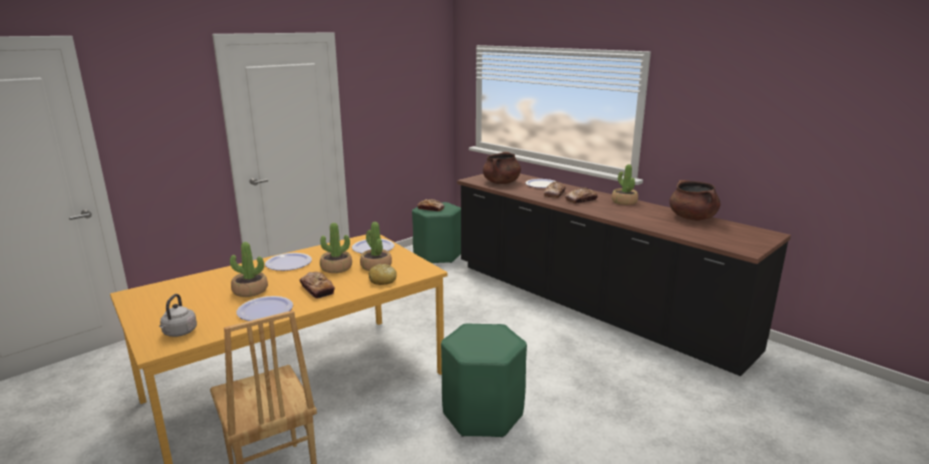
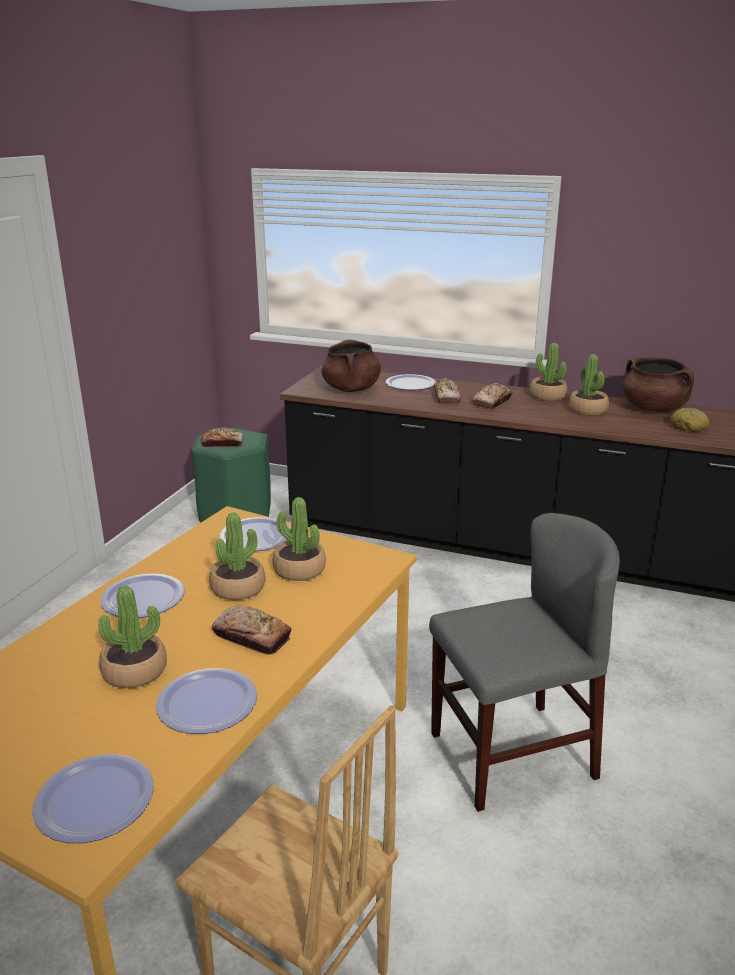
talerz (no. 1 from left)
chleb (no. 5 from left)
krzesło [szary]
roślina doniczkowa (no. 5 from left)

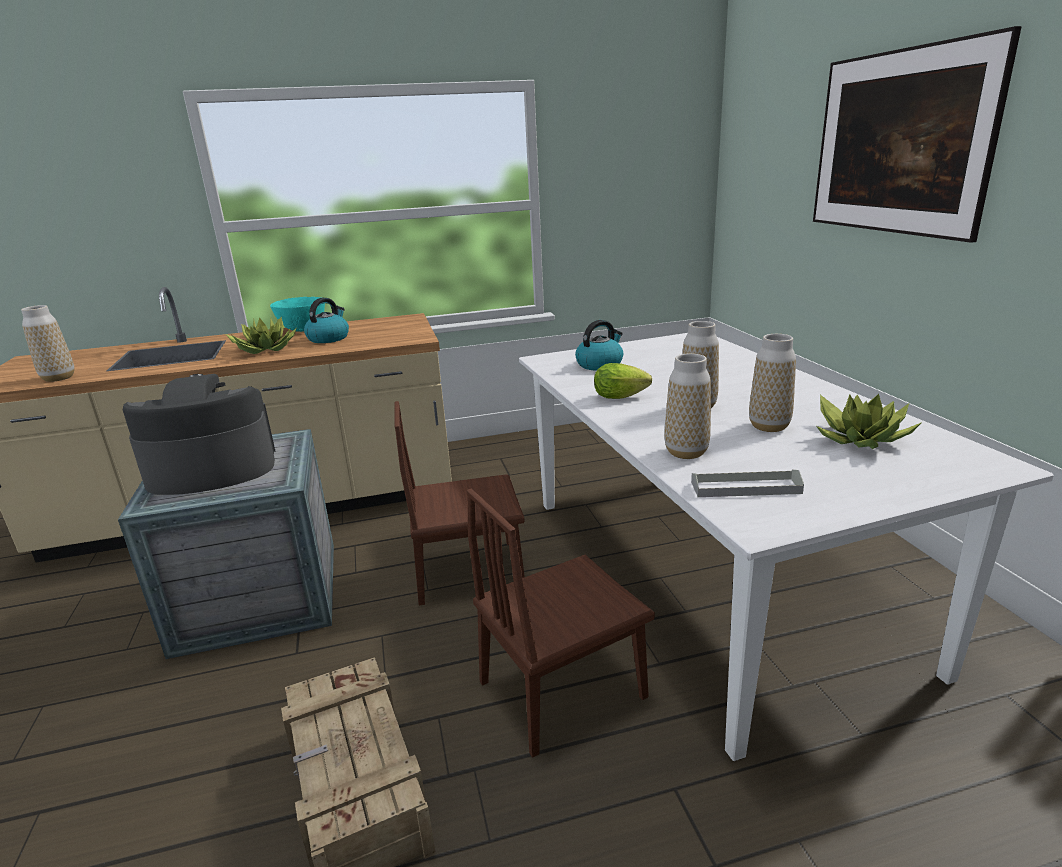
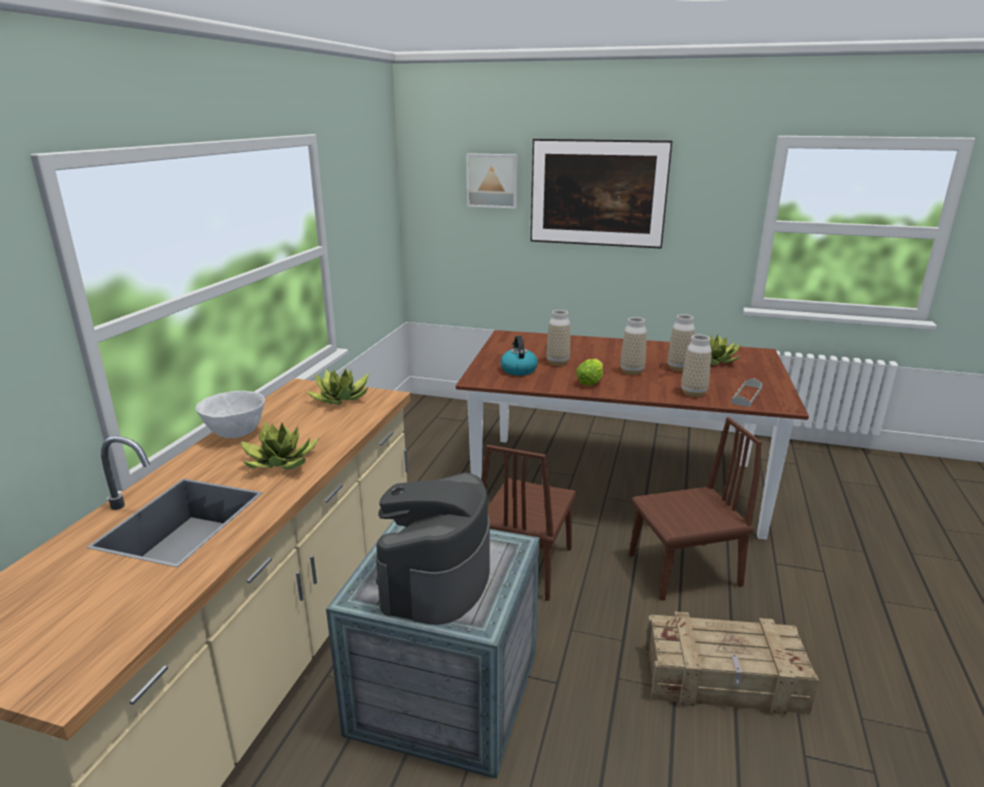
wazon (no. 1 from left)
miska [biały]
czajnik (no. 1 from left in the first image)
krzesło [brązowy] (no. 2 from left)
stół jadalny [brązowy]
roślina doniczkowa (no. 2 from left)
obraz (no. 1 from left)

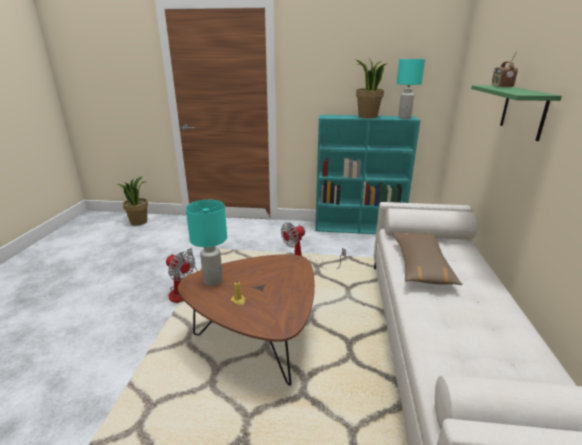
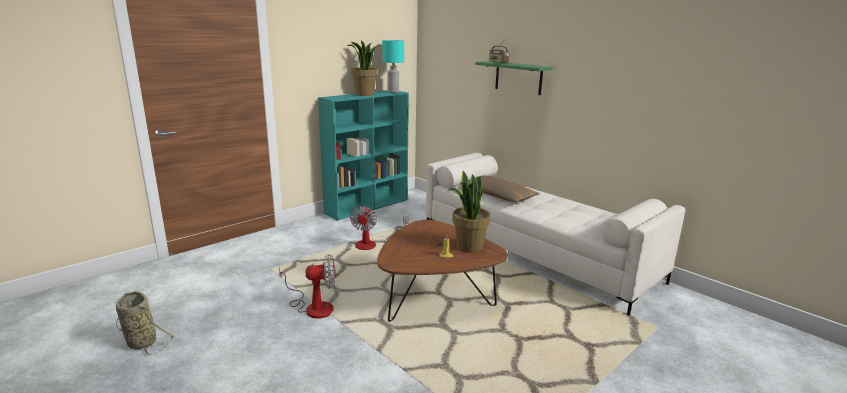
roślina doniczkowa (no. 2 from left)
lampa stołowa [turkusowy] (no. 1 from left in the first image)
koszyk

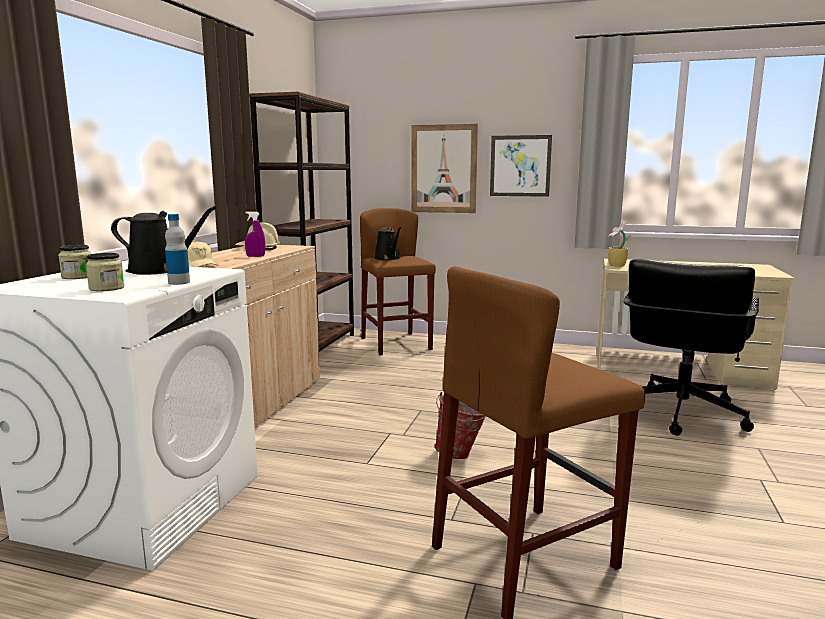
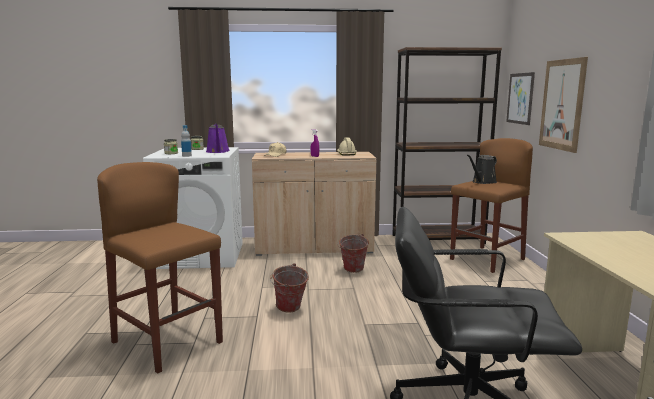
konewka [fioletowy]
obraz (no. 1 from left)
roślina doniczkowa
wiadro (no. 2 from left)

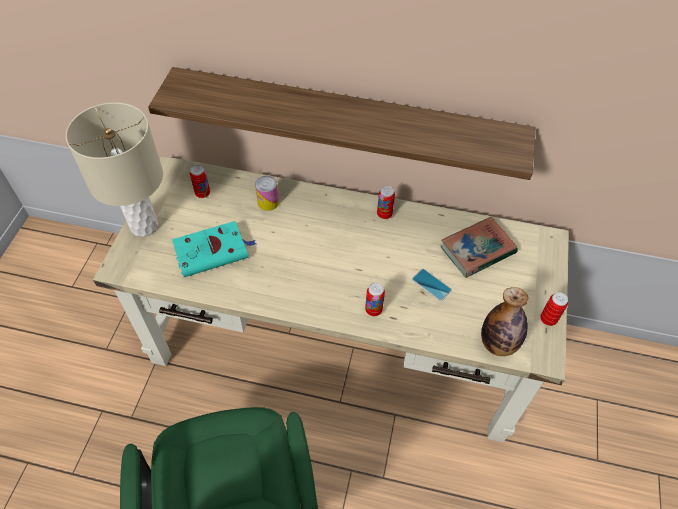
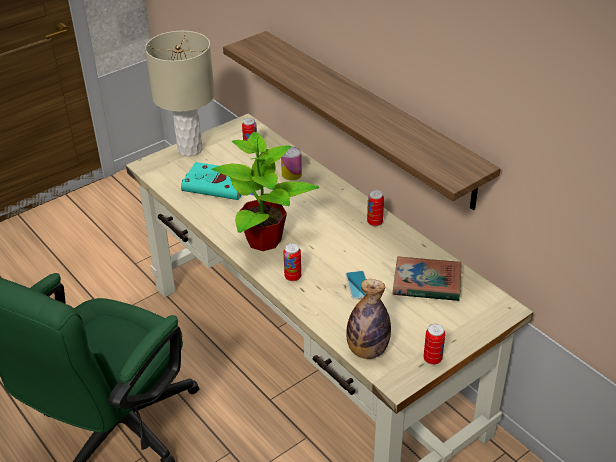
roślina doniczkowa

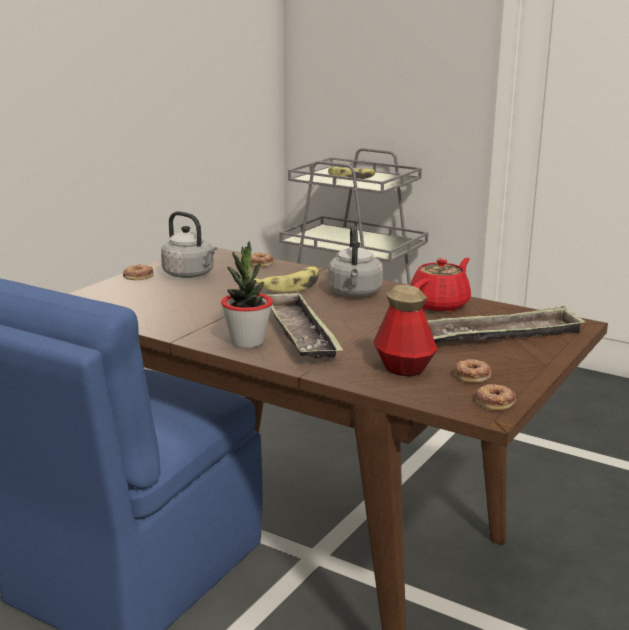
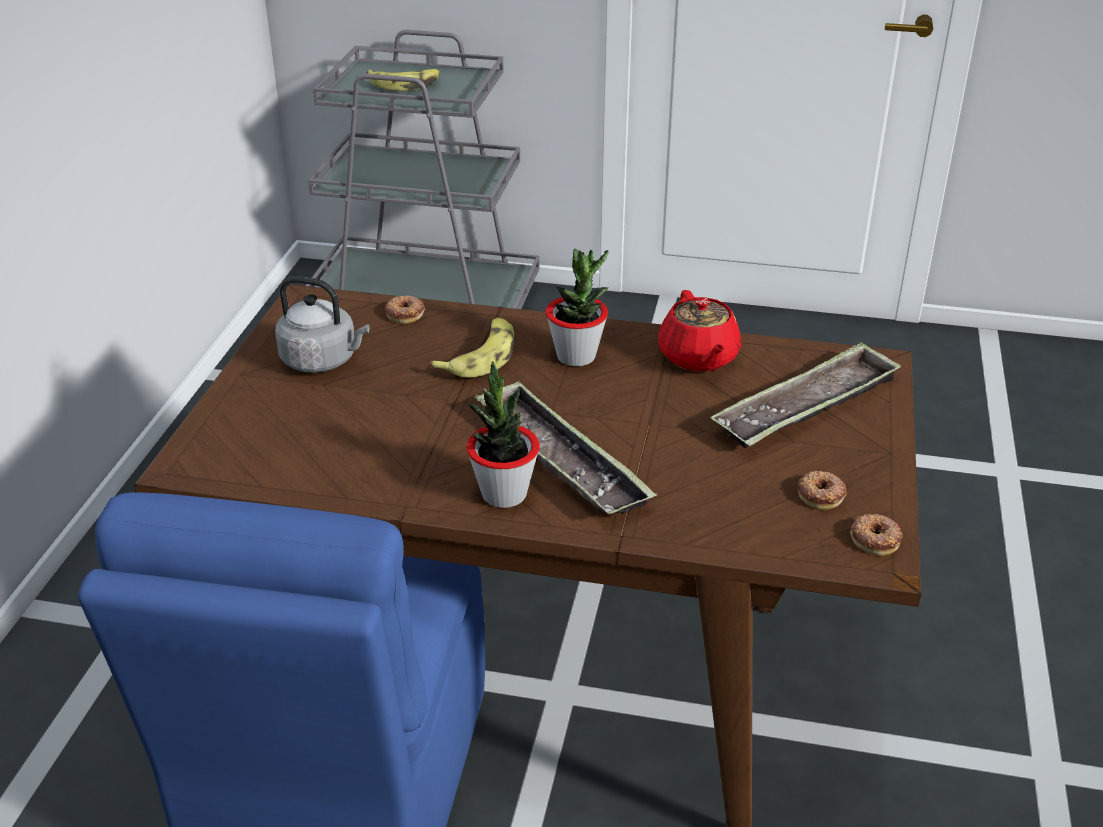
donut (no. 1 from left in the first image)
roślina doniczkowa (no. 2 from left)
butelka
imbryk [czerwony]

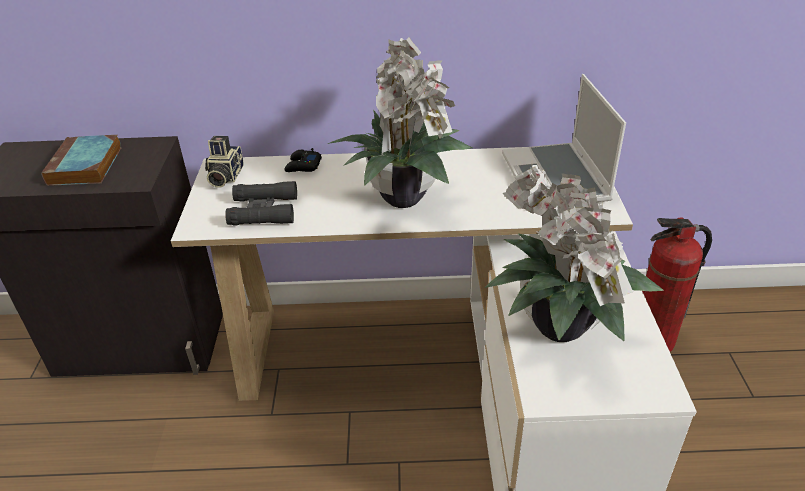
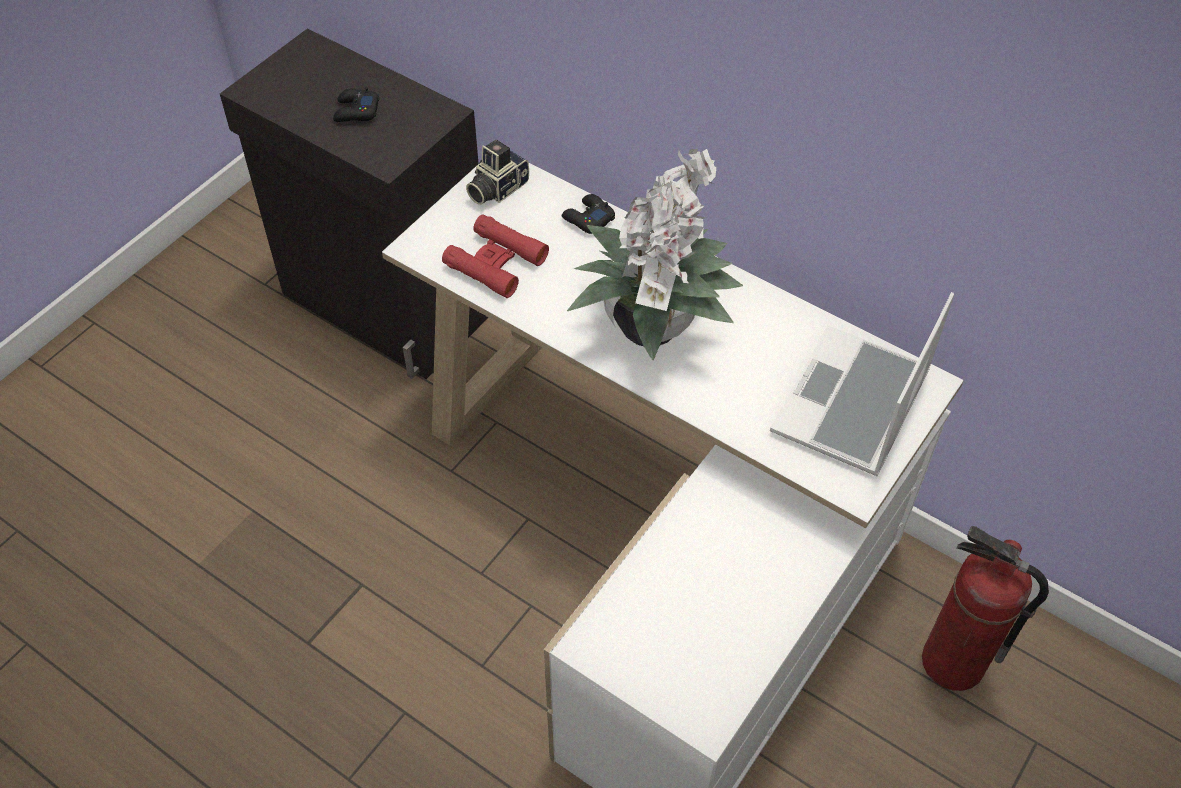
pad do gier [czarny] (no. 1 from left)
lornetka [czerwony]
roślina doniczkowa (no. 2 from left in the first image)

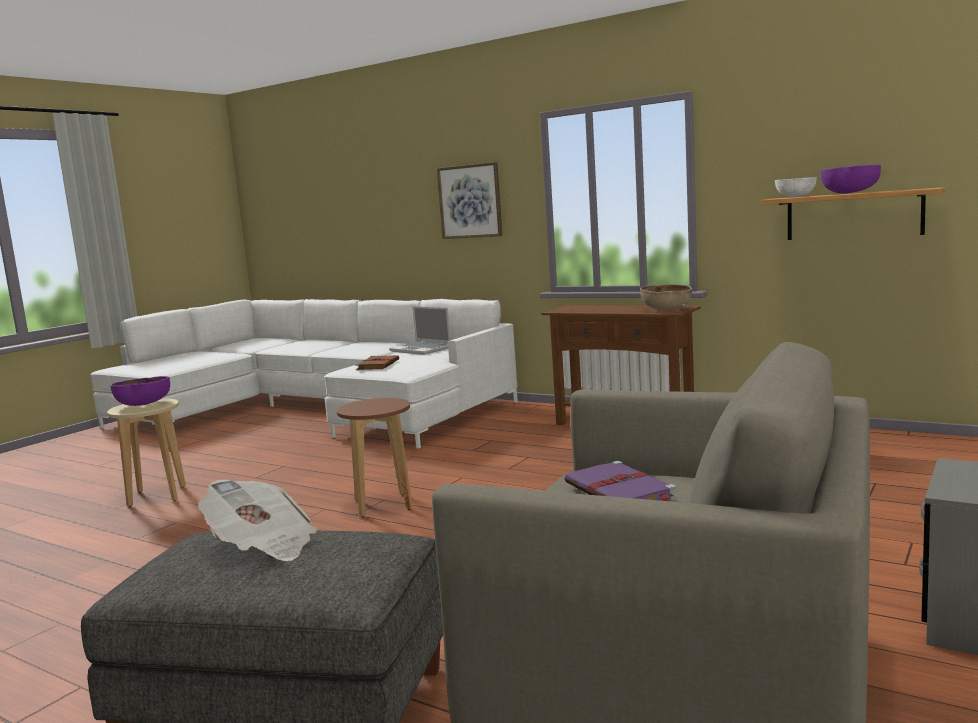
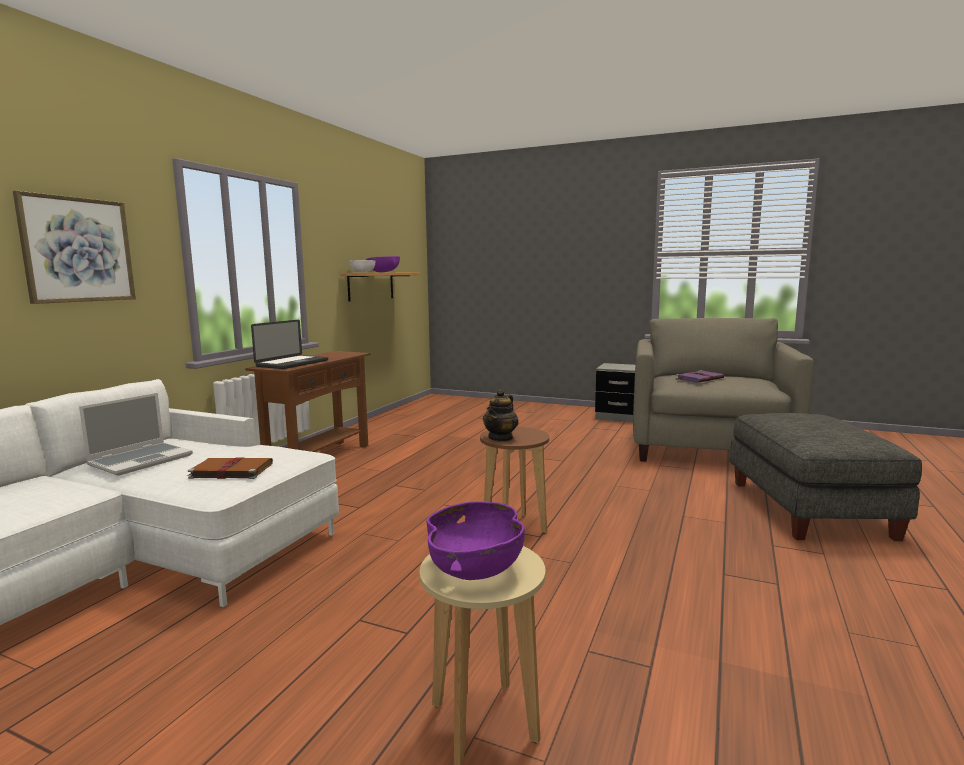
gazeta
miska [brązowy]
laptop (no. 2 from left)
imbryk

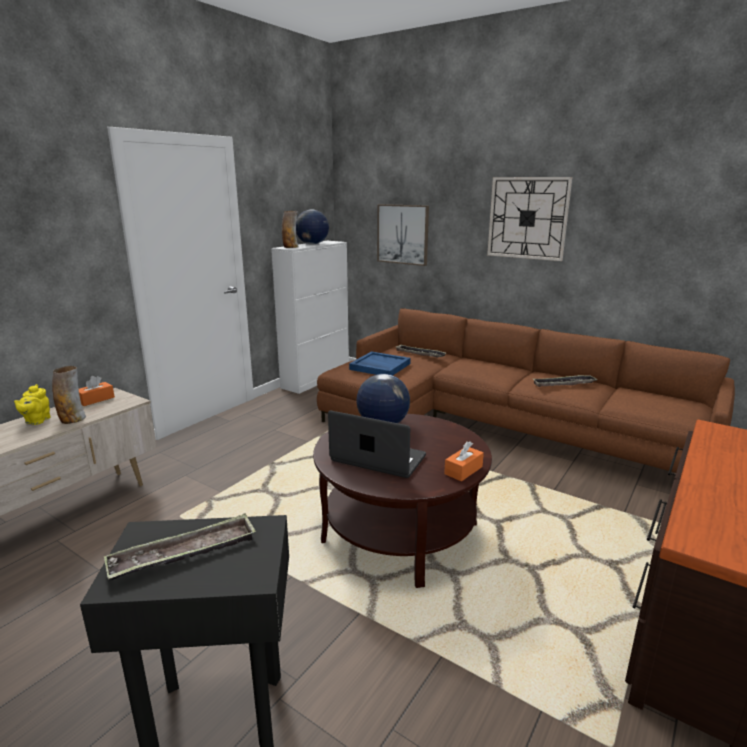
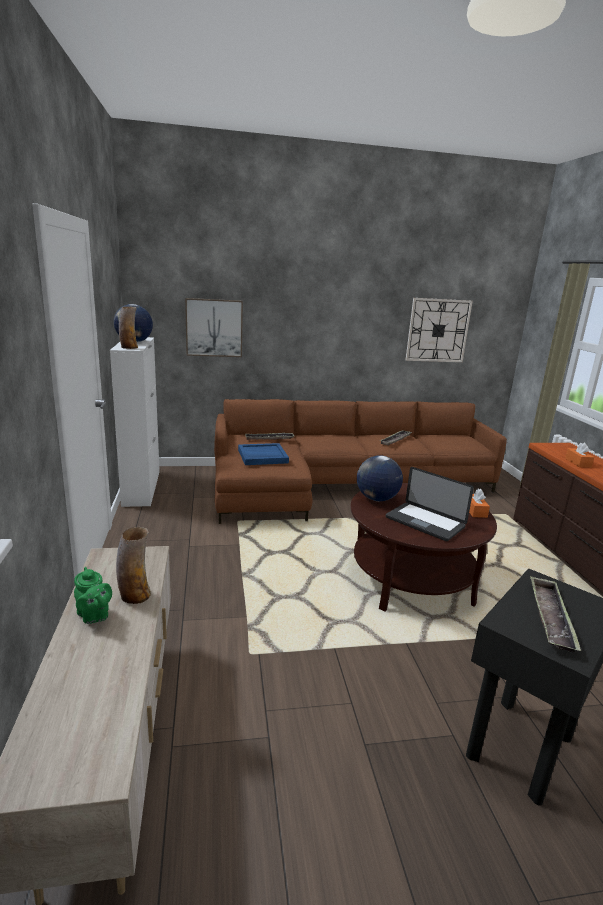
imbryk [zielony]
pudełko chusteczek [pomarańczowy] (no. 2 from left)
laptop
zegar ścienny

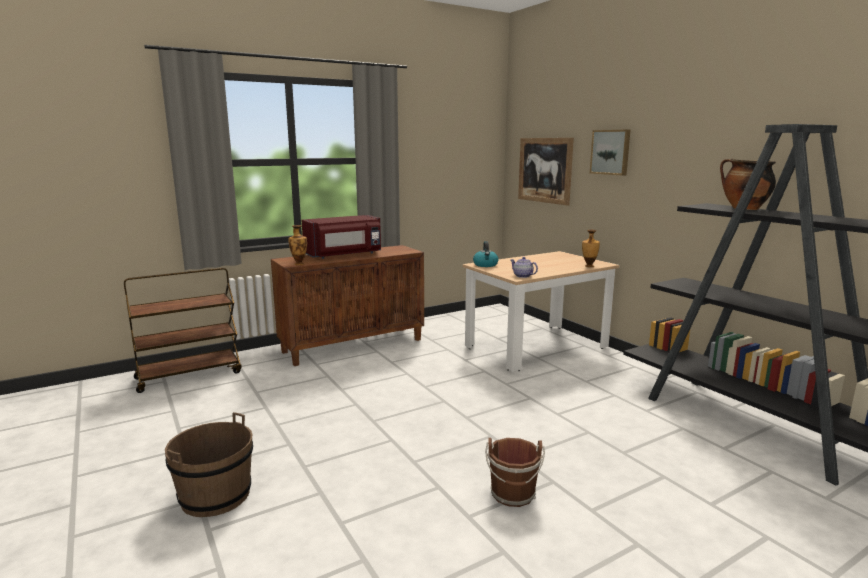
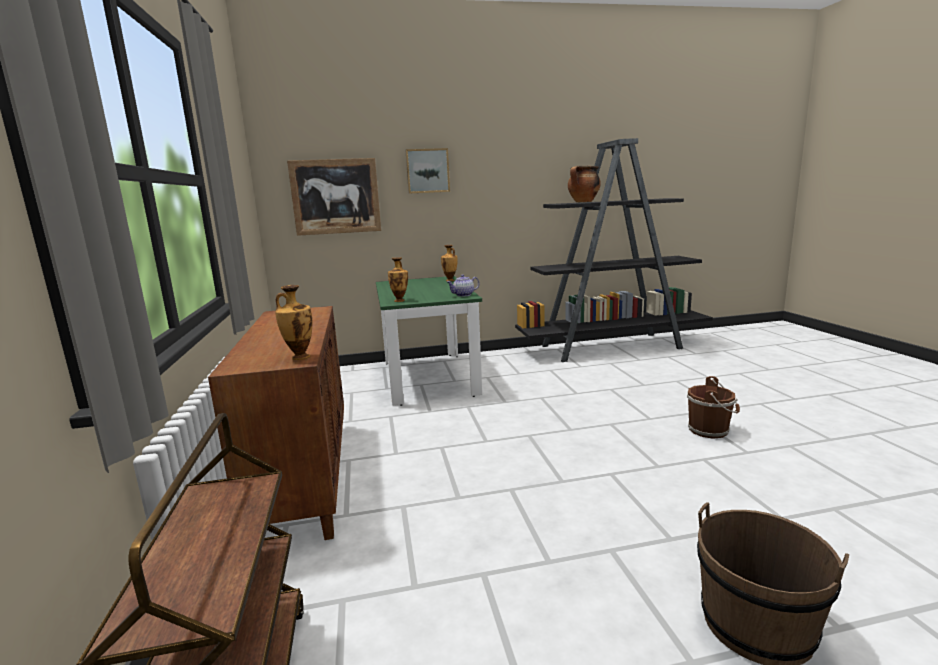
mikrofalówka [czerwony]
stół jadalny [zielony]
wazon (no. 2 from left)

